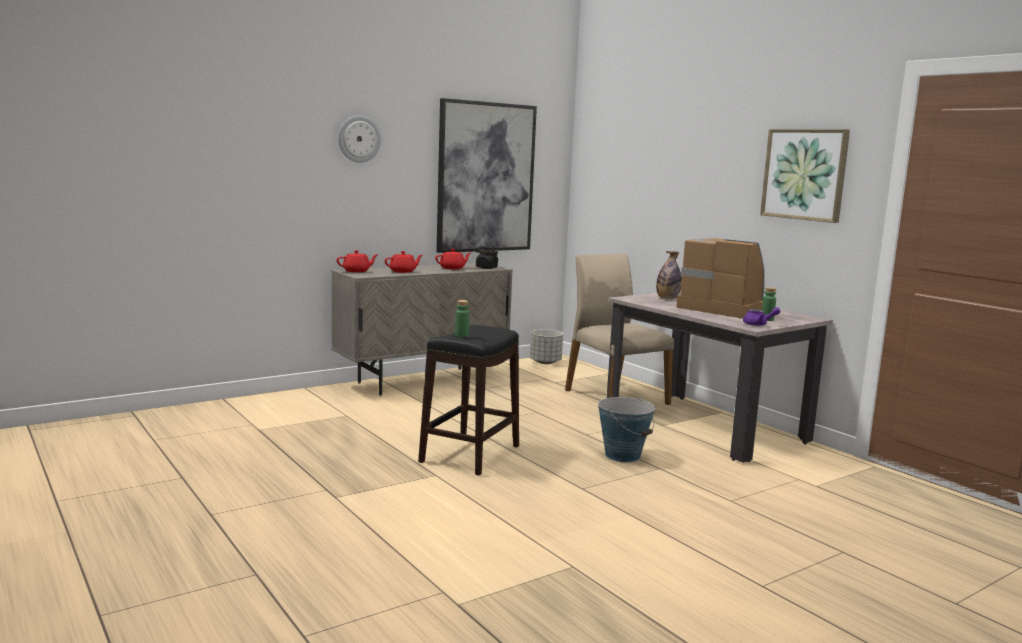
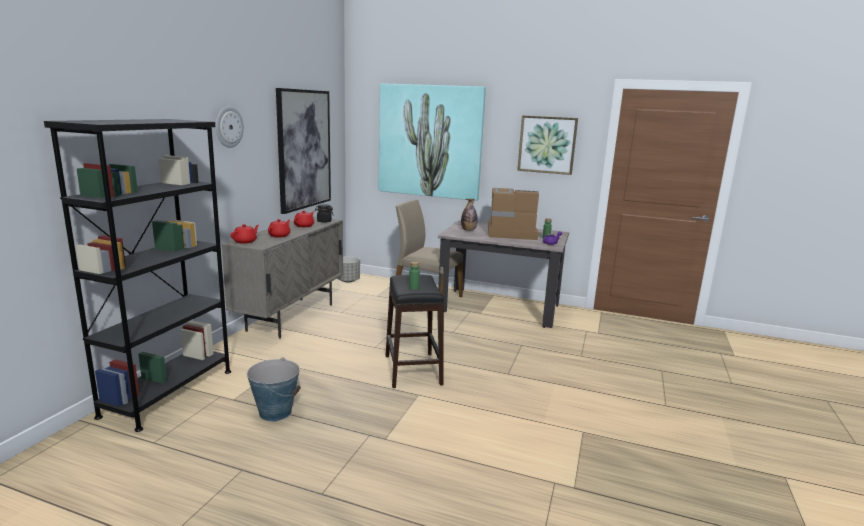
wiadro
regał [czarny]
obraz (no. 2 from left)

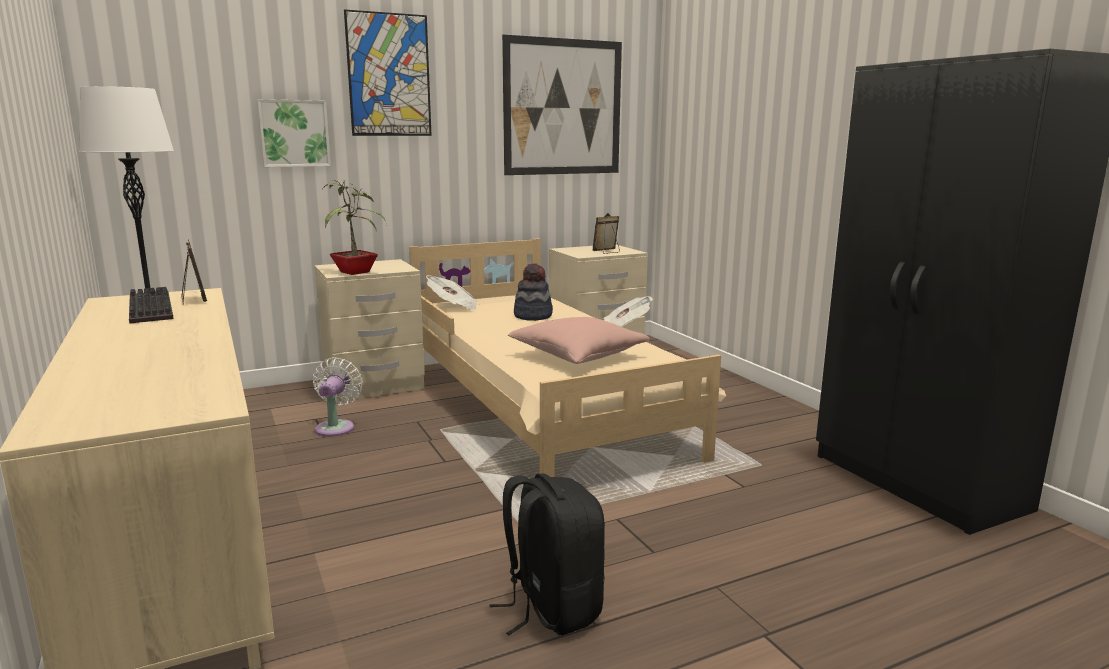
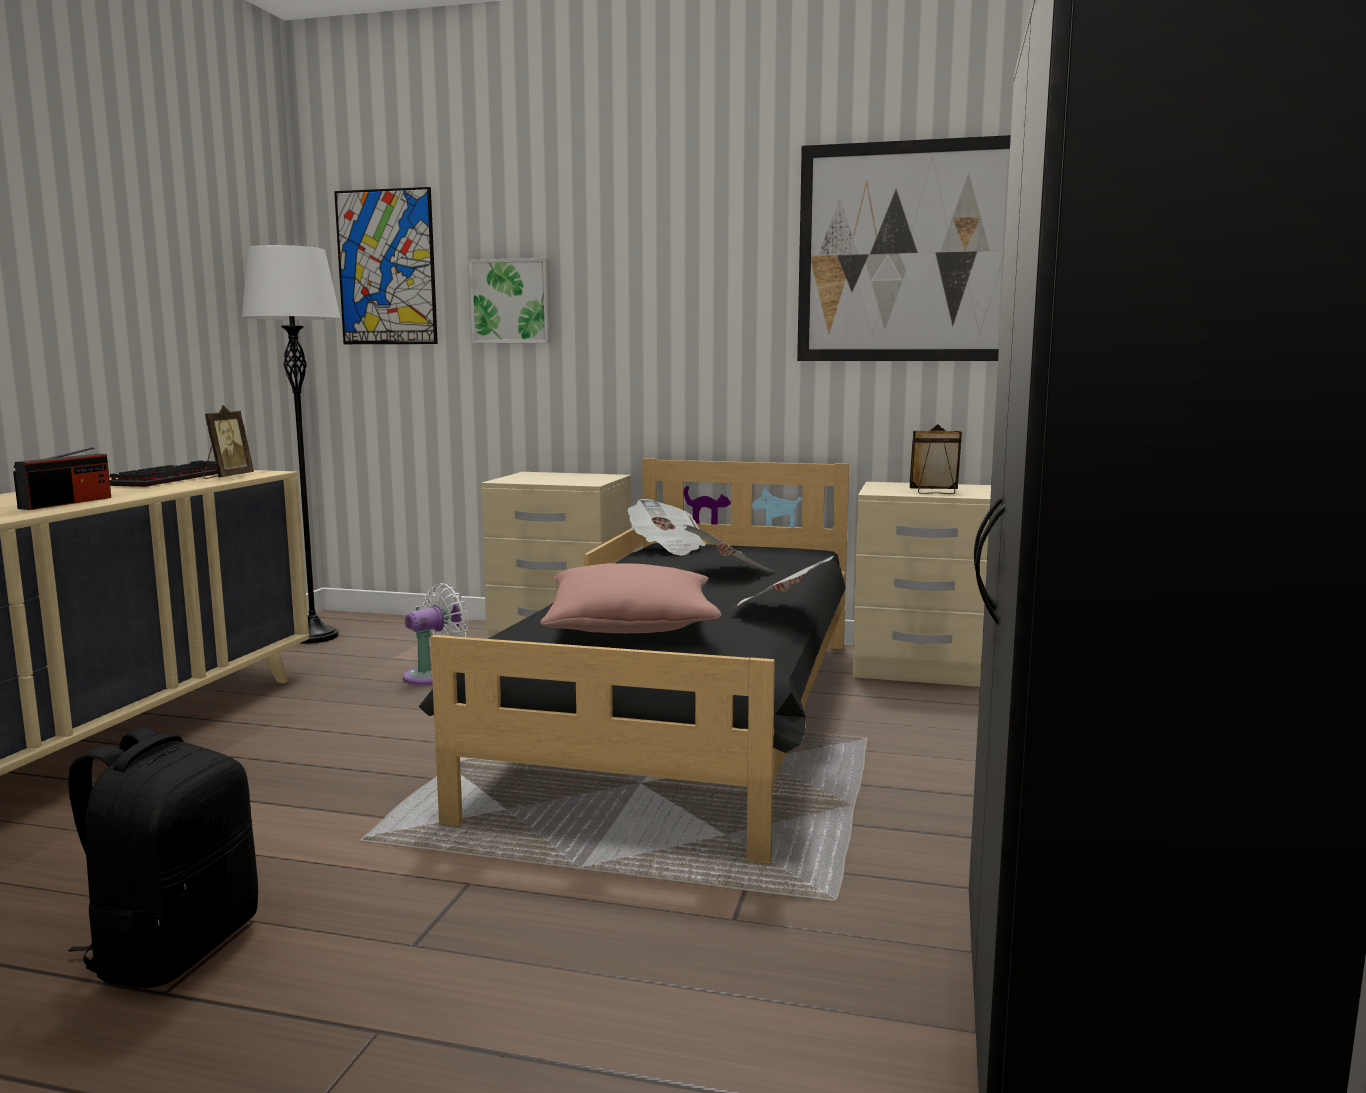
roślina doniczkowa
obraz (no. 1 from left)
łóżko [czarny]
gazeta (no. 2 from left)
radio

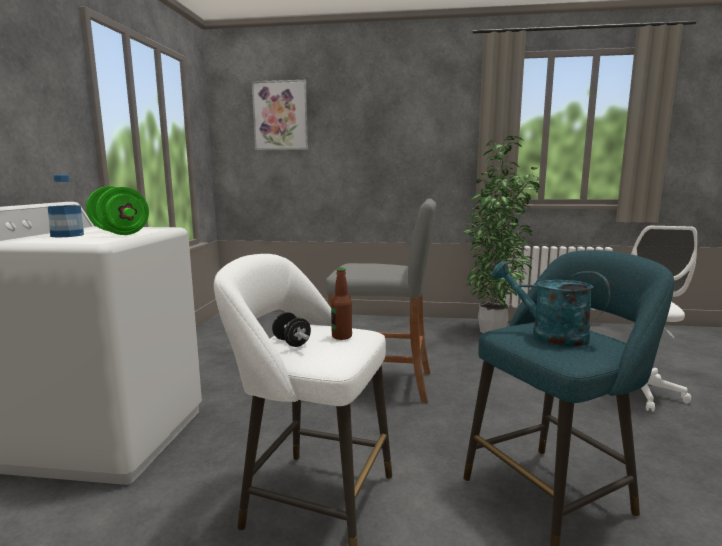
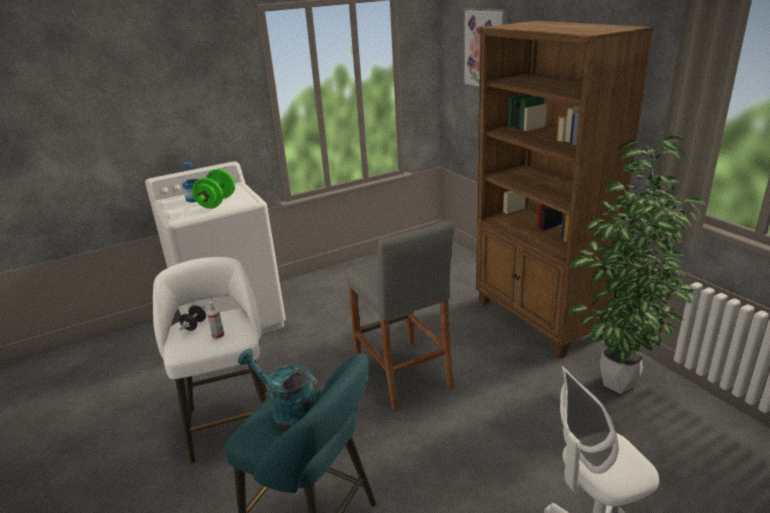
spryskiwacz
konewka [turkusowy]
regał [brązowy]

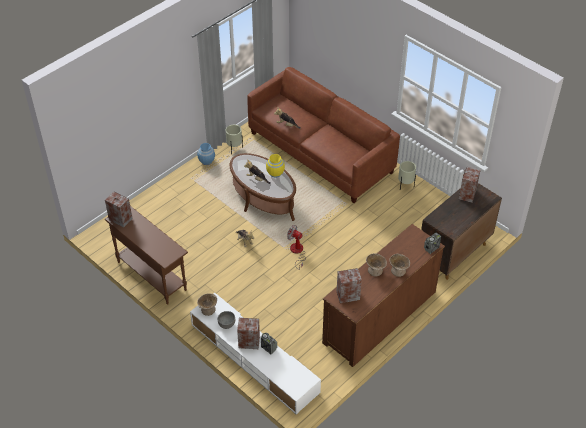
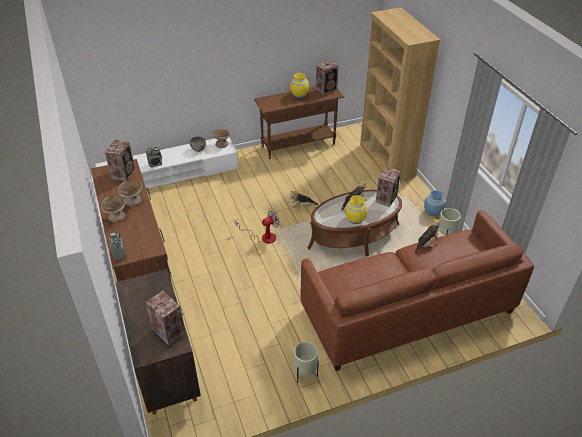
głośnik (no. 4 from left)
wazon [żółty] (no. 1 from left)
regał [brązowy]

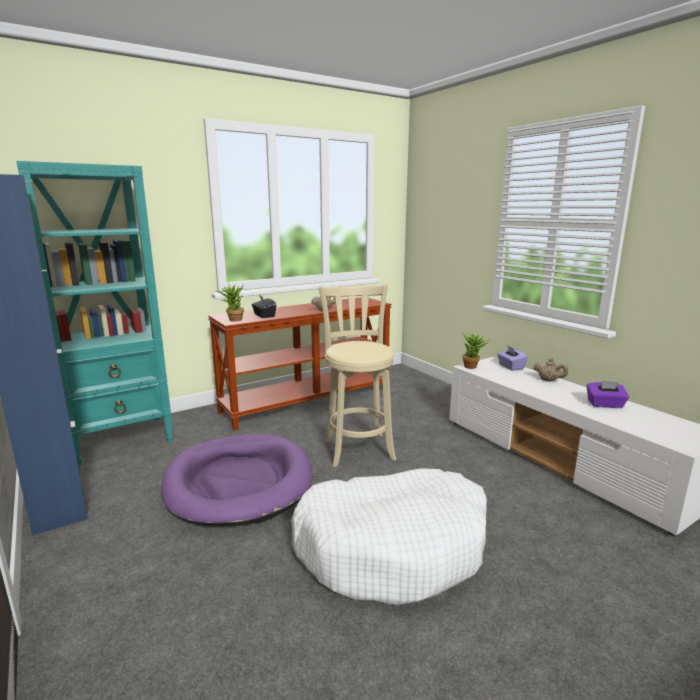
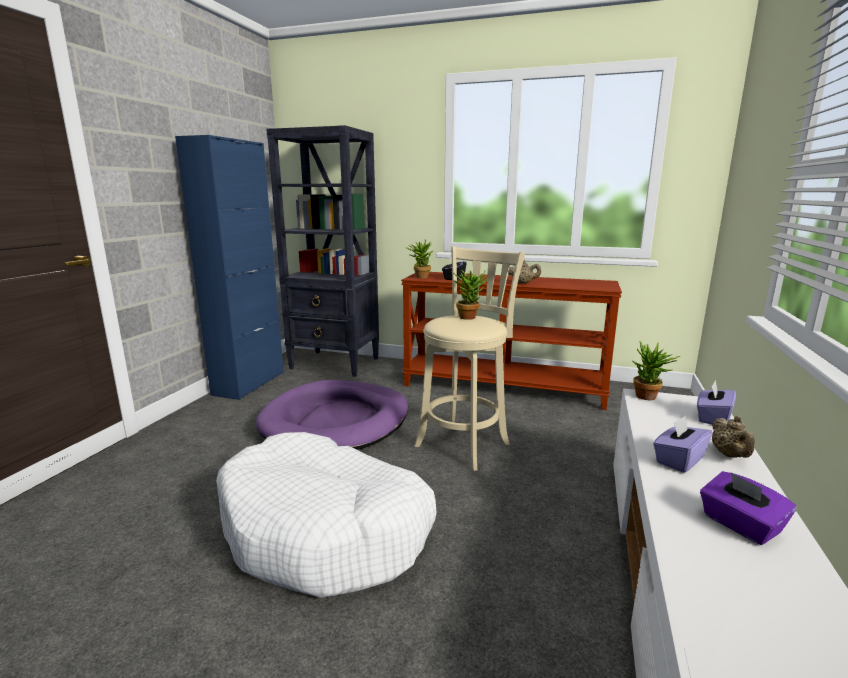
regał [czarny]
roślina doniczkowa (no. 2 from left)
pudełko chusteczek [fioletowy] (no. 1 from left)

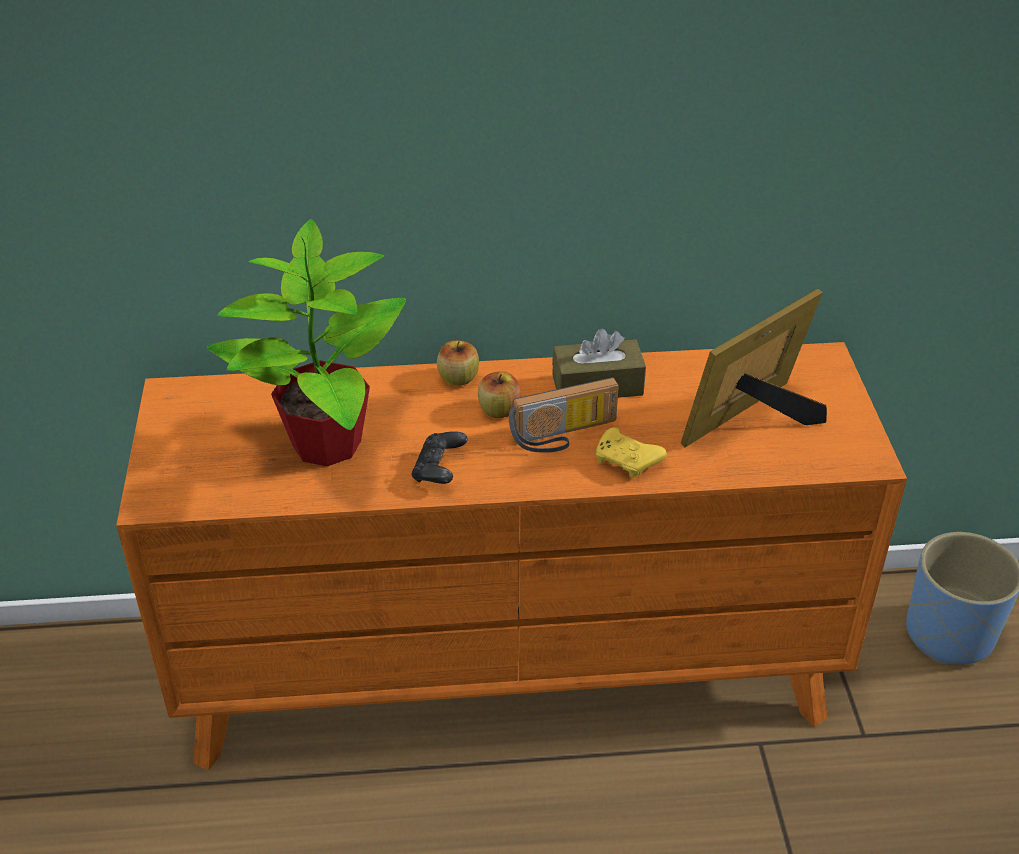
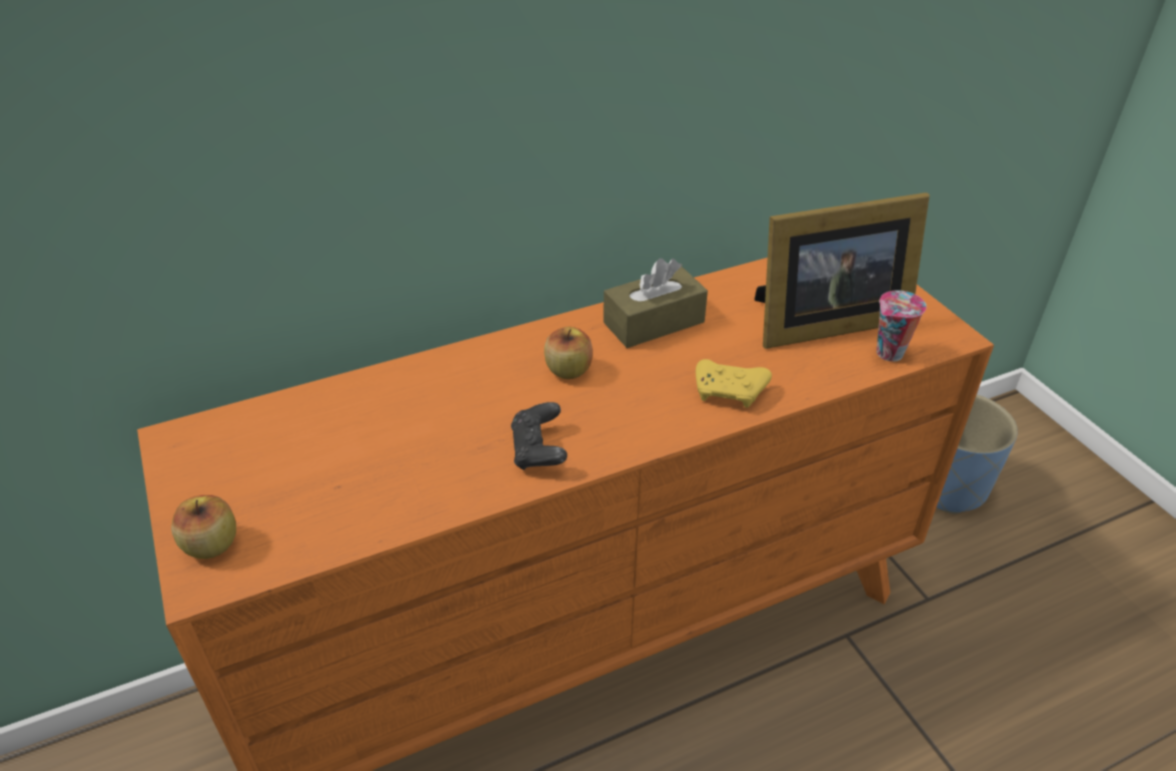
roślina doniczkowa
jabłko (no. 1 from left)
radio
ramka na zdjęcie
filiżanka

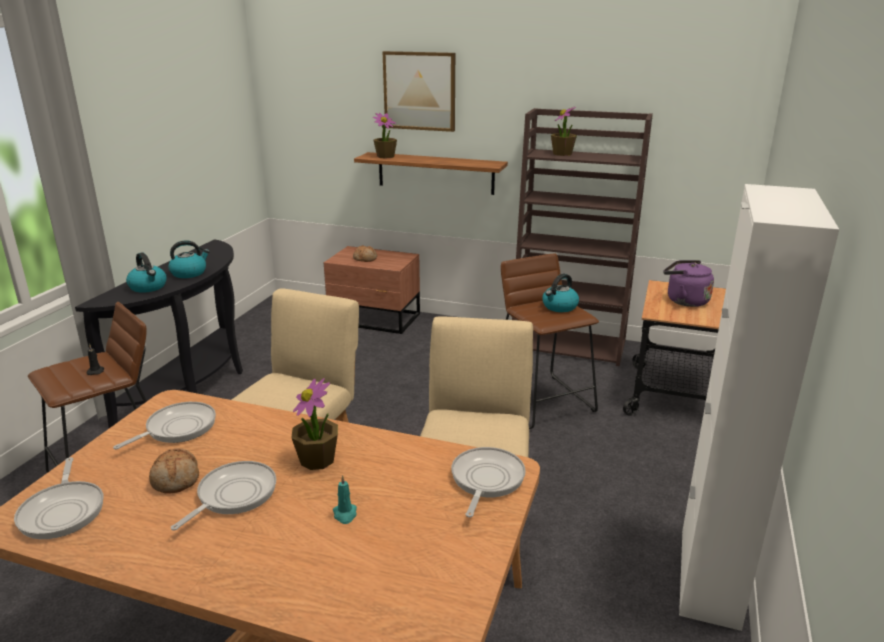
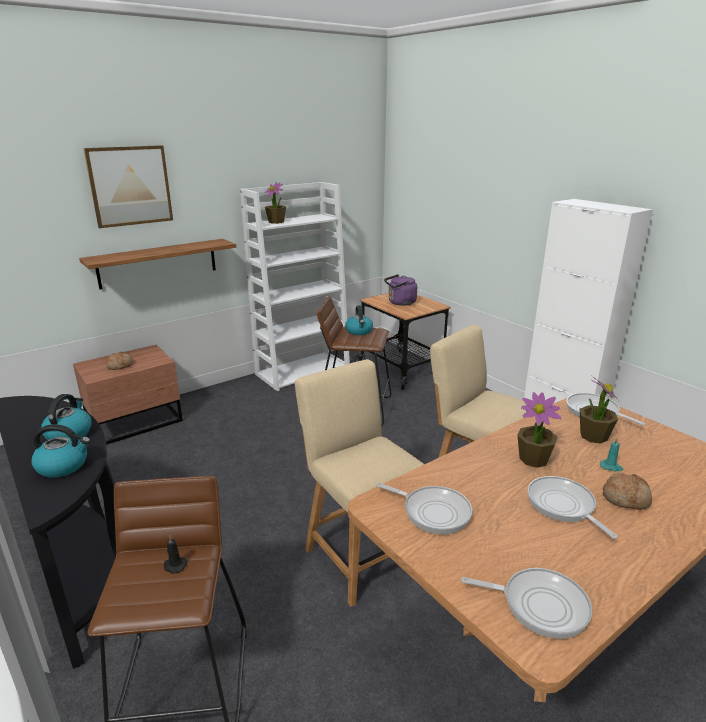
patelnia (no. 1 from left)
chleb (no. 2 from left)
roślina doniczkowa (no. 3 from left)
regał [biały]

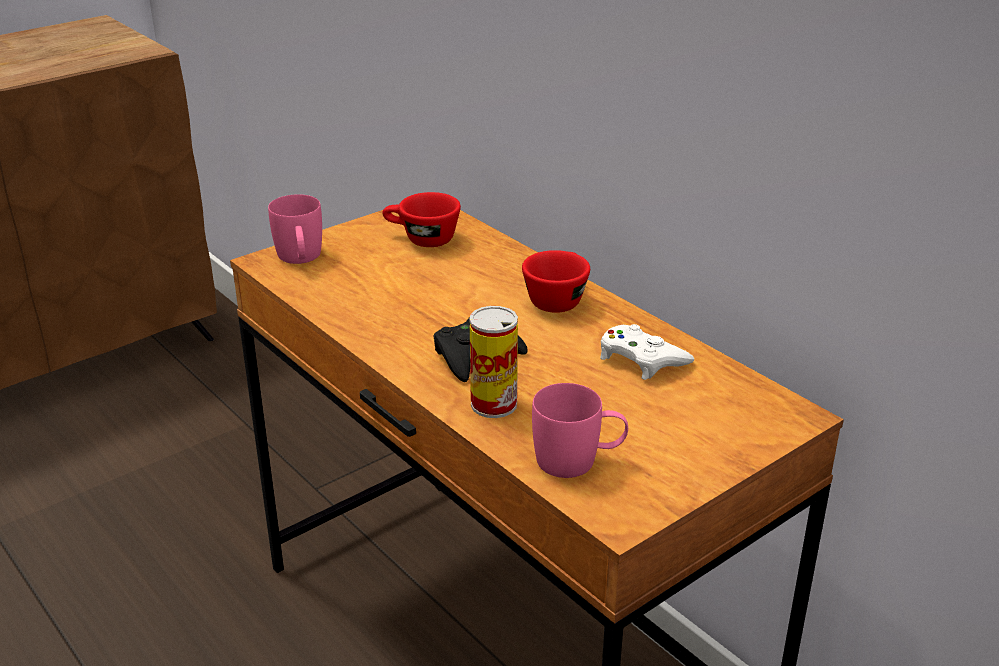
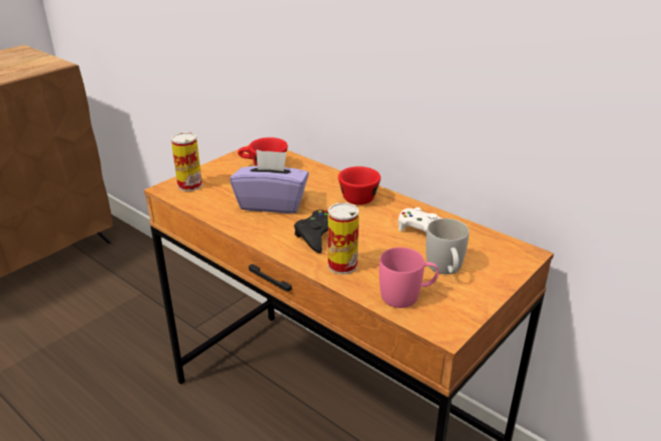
puszka (no. 1 from left)
pudełko chusteczek [fioletowy]
kubek [biały]

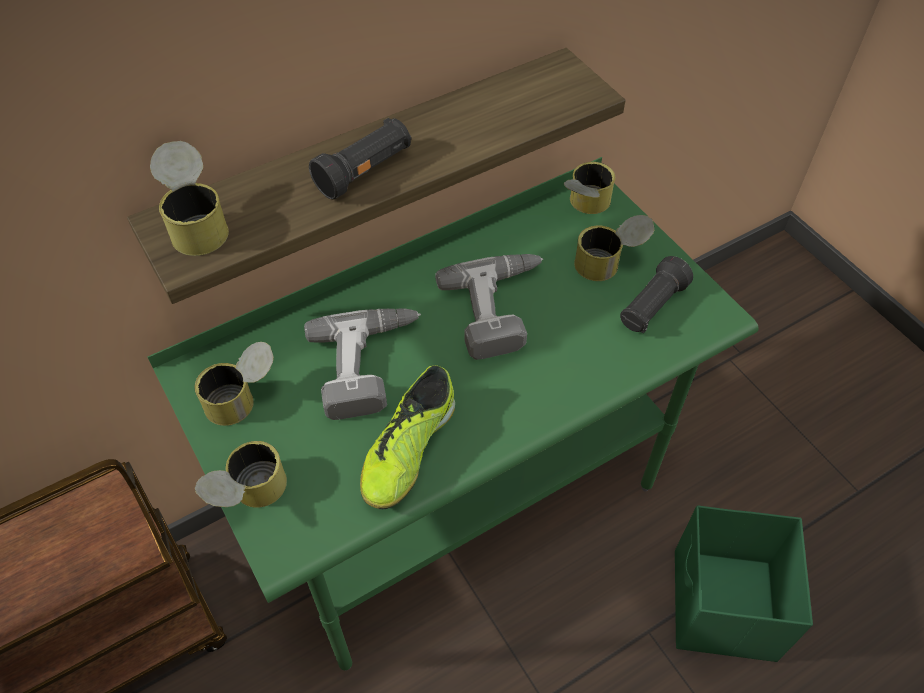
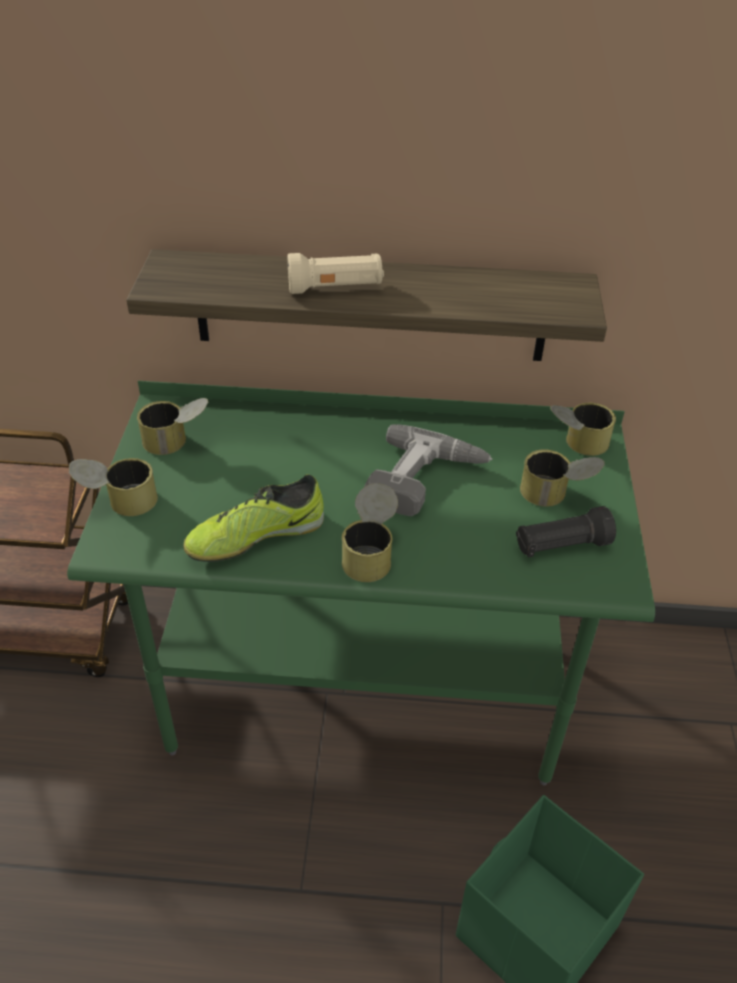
puszka (no. 3 from left)
wiertarka (no. 1 from left in the first image)
latarka [beżowy]

